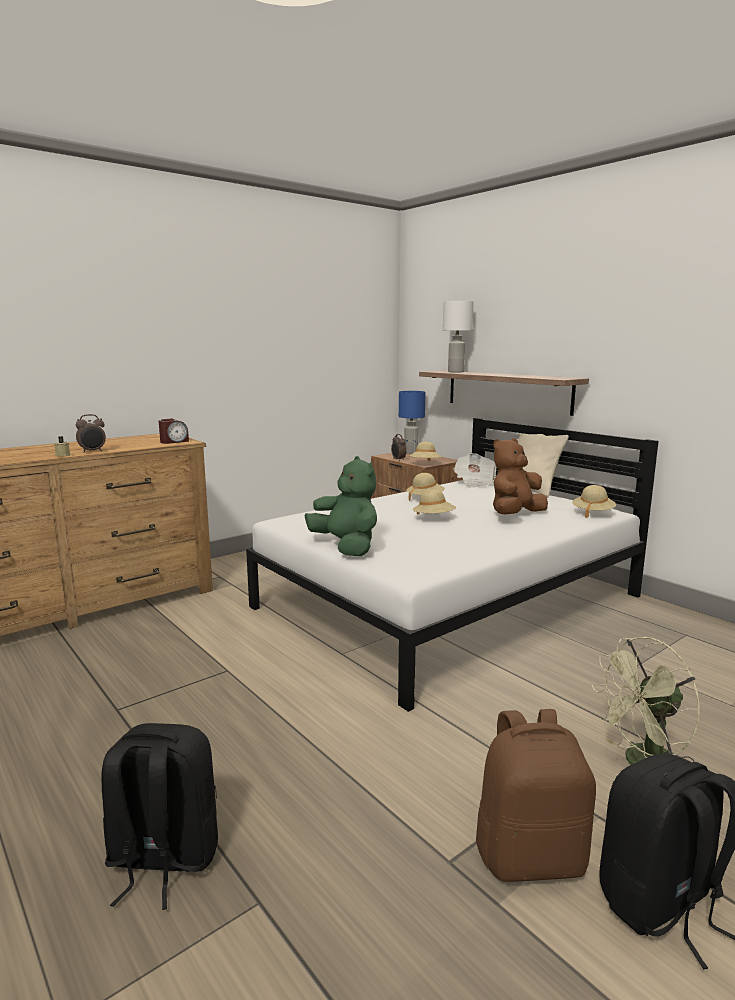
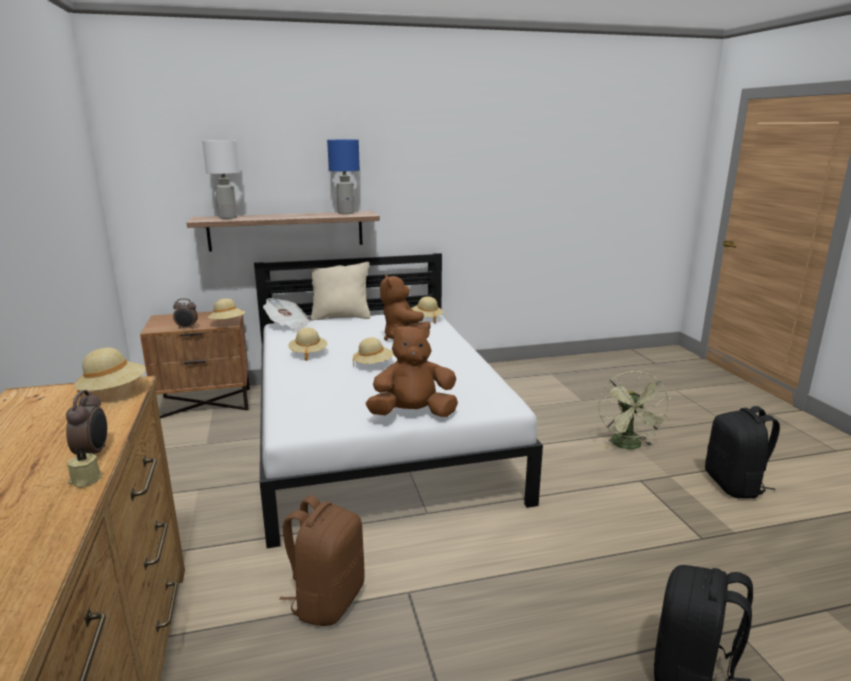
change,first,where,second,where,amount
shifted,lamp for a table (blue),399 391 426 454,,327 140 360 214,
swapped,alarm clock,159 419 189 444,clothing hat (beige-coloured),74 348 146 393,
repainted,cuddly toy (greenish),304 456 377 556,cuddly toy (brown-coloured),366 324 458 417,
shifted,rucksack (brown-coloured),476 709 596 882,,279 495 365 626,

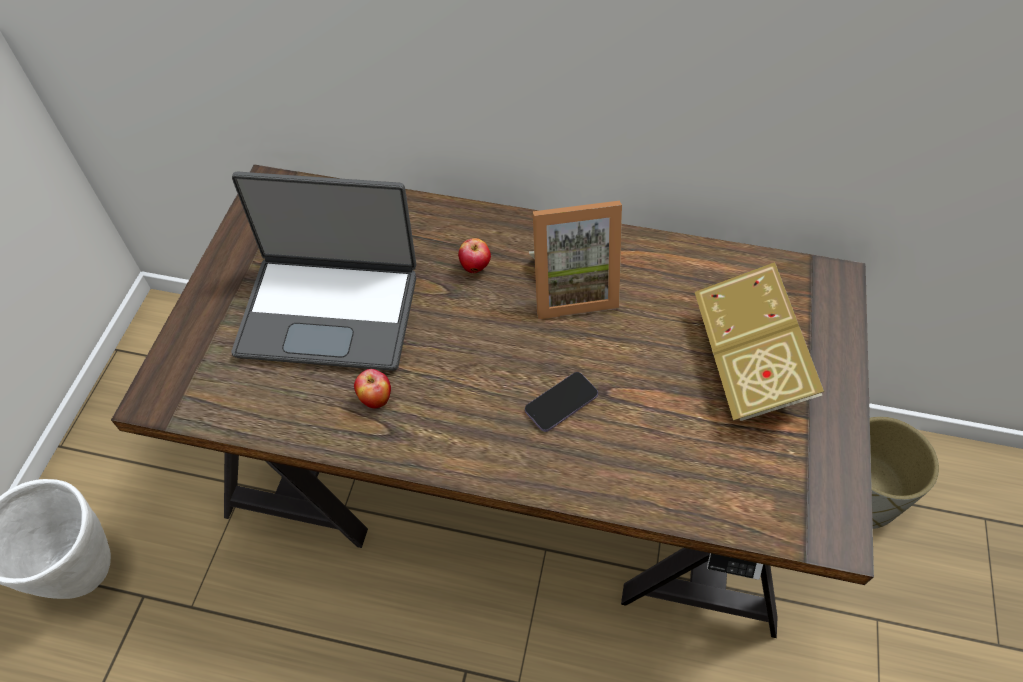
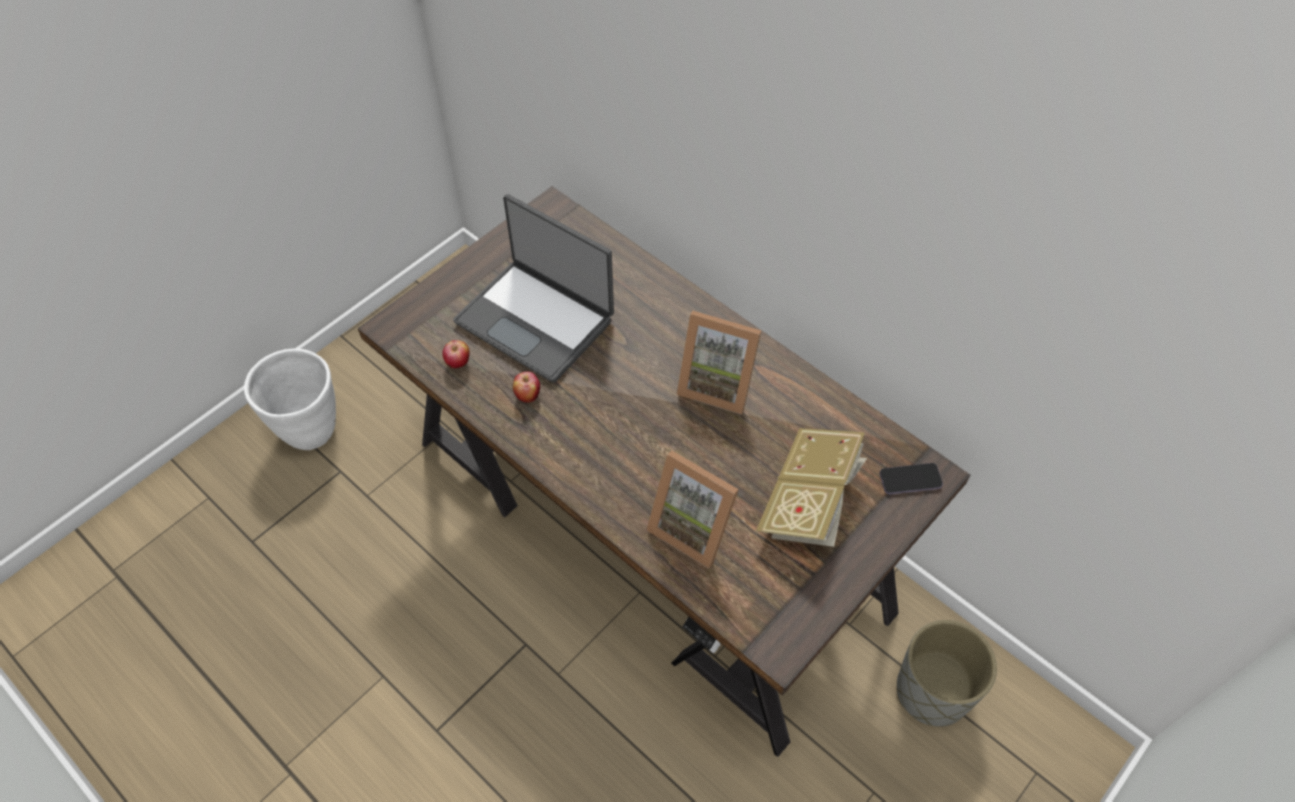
change,first,where,second,where,amount
shifted,apple,458 238 491 273,,442 340 470 369,
shifted,telephone,525 372 598 432,,880 463 943 494,
new,,,standing frame,647 451 739 569,

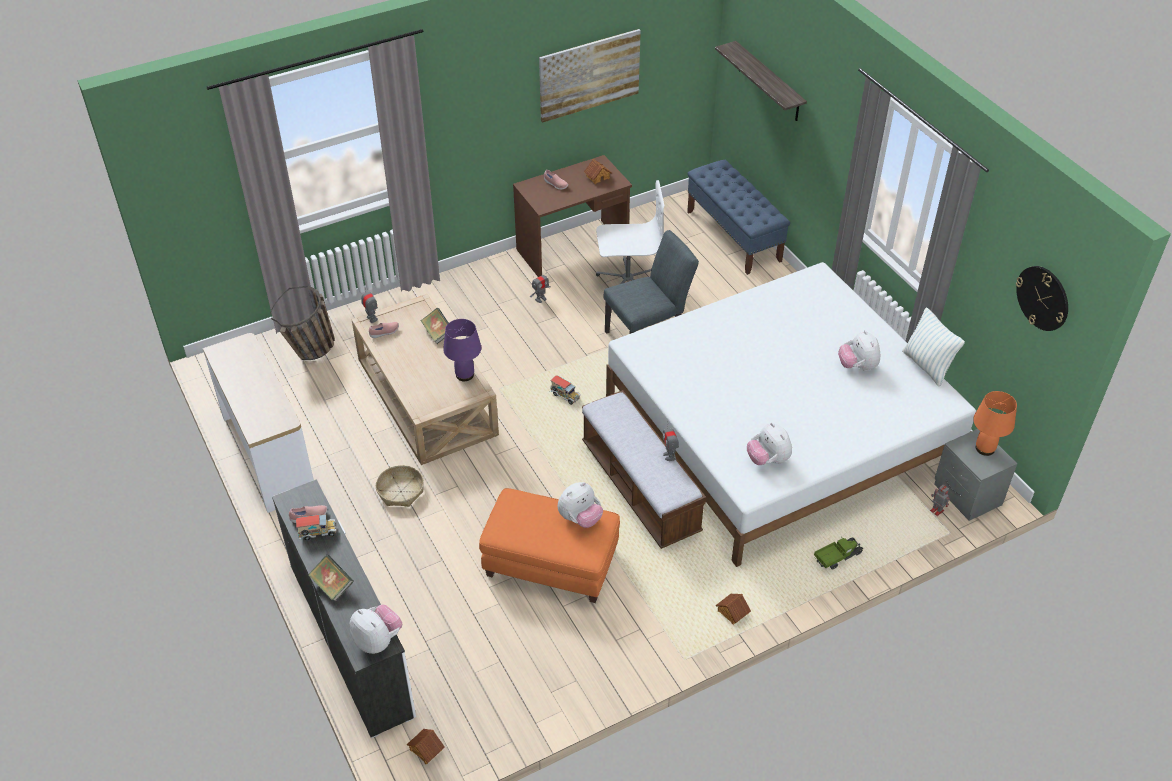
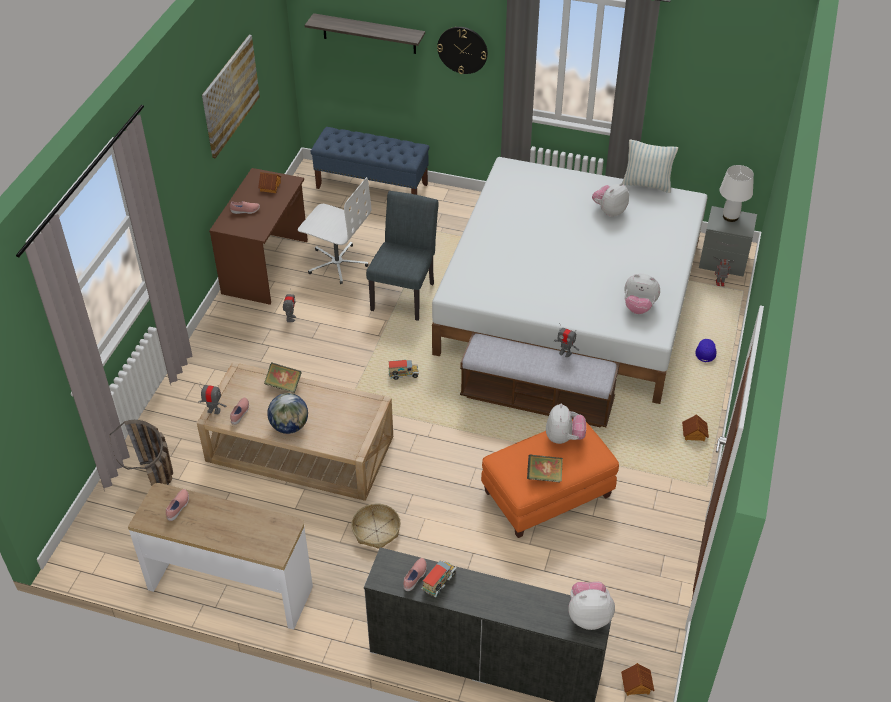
change,first,where,second,where,amount
rotated,computer chair (white-coloured),596 180 664 284,,298 177 371 284,75 degrees clockwise
shifted,wall clock,1016 266 1068 331,,437 27 488 74,
gone,lamp for a table (purplish),443 319 481 381,,,
rotated,cuddly toy,838 330 880 371,,592 183 629 217,105 degrees clockwise
repainted,lamp for a table (orange-coloured),973 391 1017 456,lamp for a table (white-coloured),720 165 754 222,
swapped,toy lorry,814 538 863 570,baseball cap (blue),695 339 716 362,
shifted,book,308 555 354 601,,527 455 563 482,
new,,,desk globe,267 393 308 434,
new,,,item of footwear (pink),166 489 189 521,

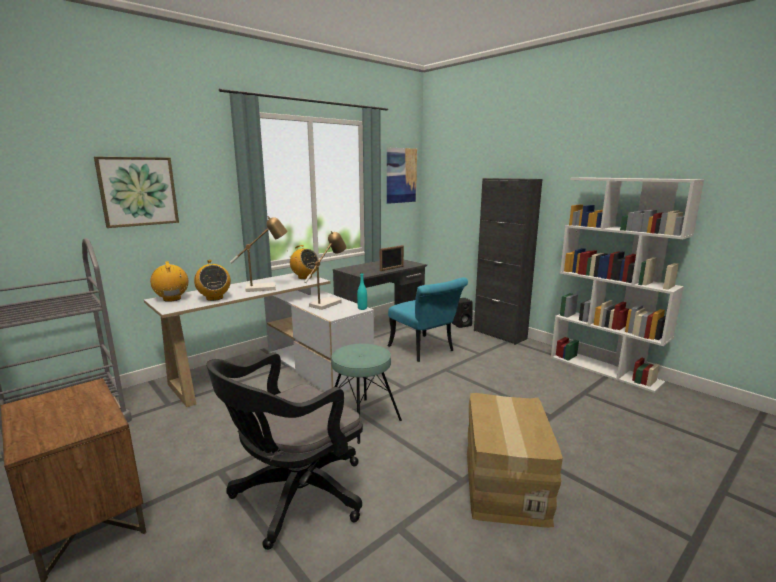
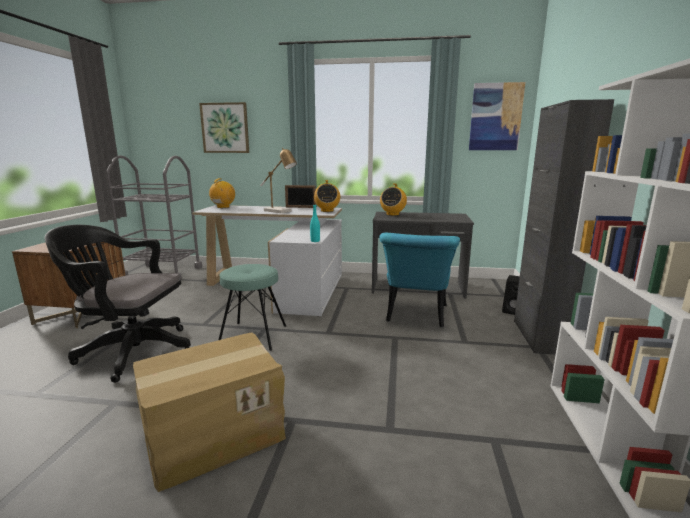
change,first,where,second,where,amount
gone,lamp for a table,304 231 346 310,,,
shifted,standing frame,380 245 404 271,,285 185 316 208,
shifted,radio set,194 260 231 301,,380 183 407 216,

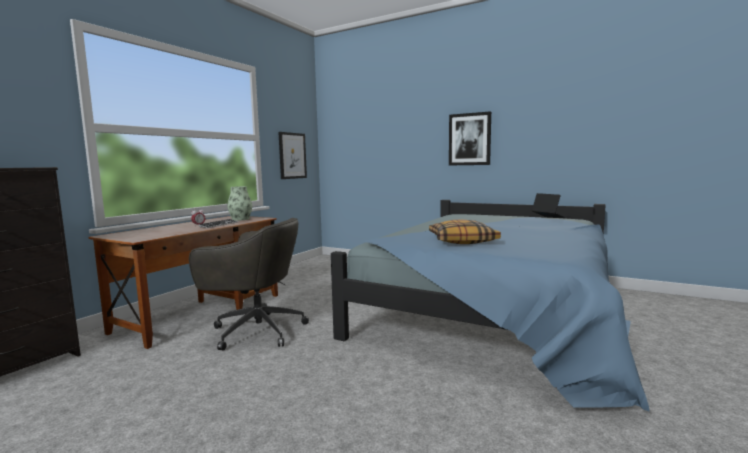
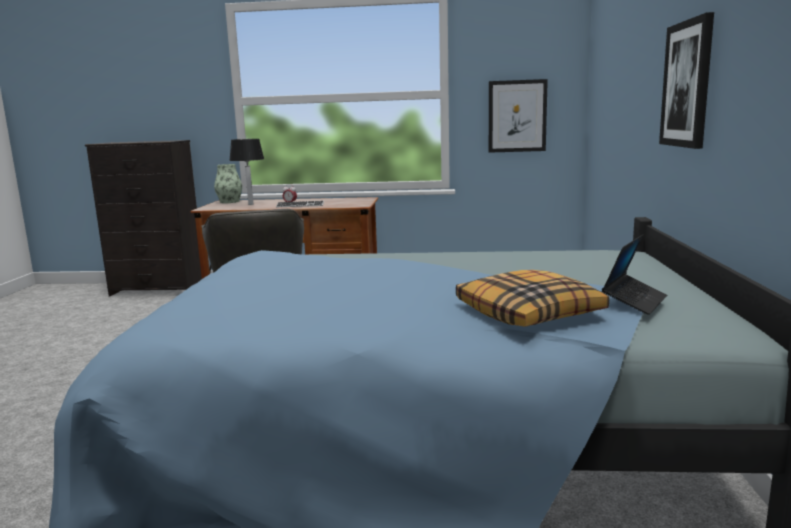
change,first,where,second,where,amount
shifted,decorative vase,227 186 252 221,,214 164 242 203,
shifted,cushion,429 220 501 244,,456 270 609 327,
new,,,lamp for a table,229 139 264 205,

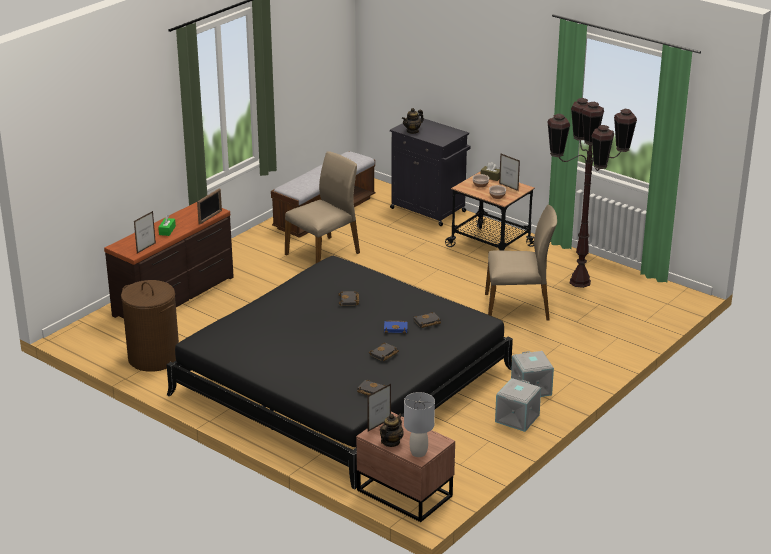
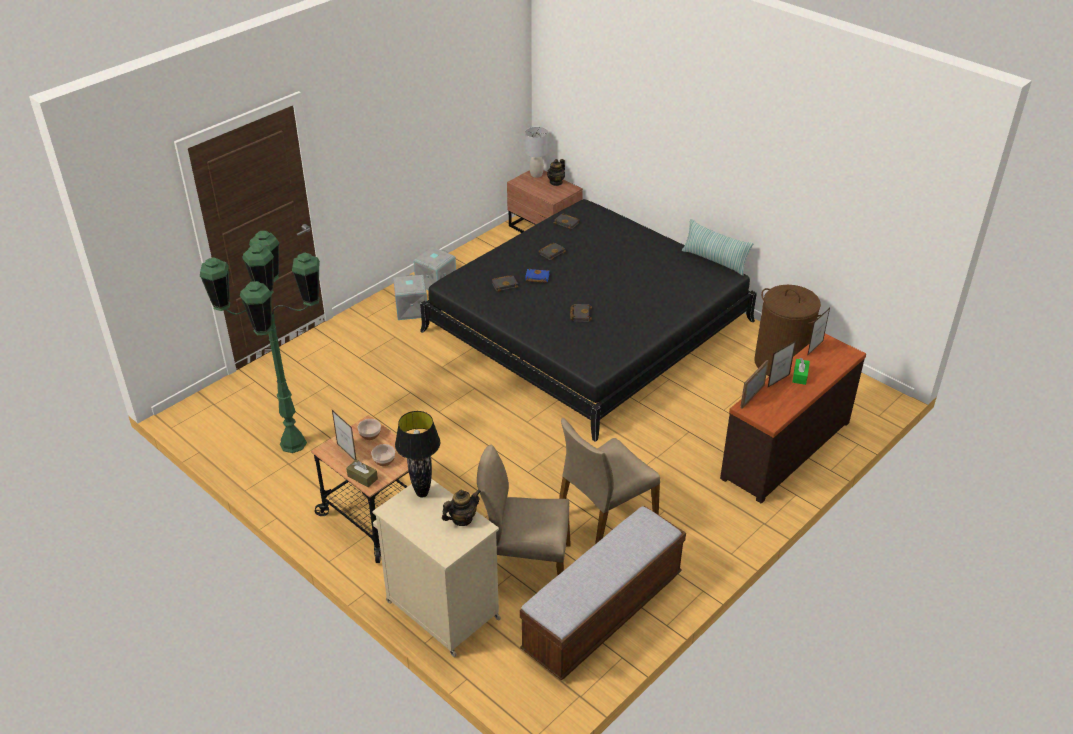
change,first,where,second,where,amount
repainted,standard lamp (brown-coloured),547 98 637 288,standard lamp (greenish),200 231 320 453,
repainted,cabinet (black),390 117 471 226,cabinet (beige-coloured),372 479 501 657,
shifted,chair (beige-coloured),485 205 557 320,,477 445 571 575,
shifted,standing frame,367 384 391 432,,768 341 796 387,
new,,,cushion,682 219 753 276,
new,,,lamp for a table (black),395 411 440 498,

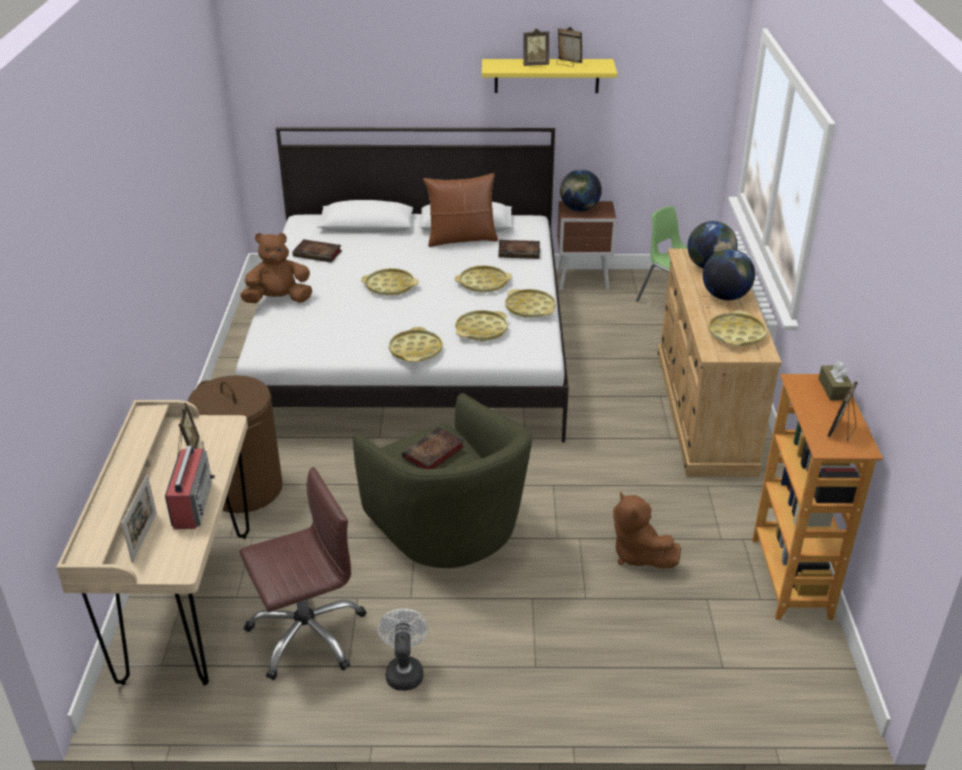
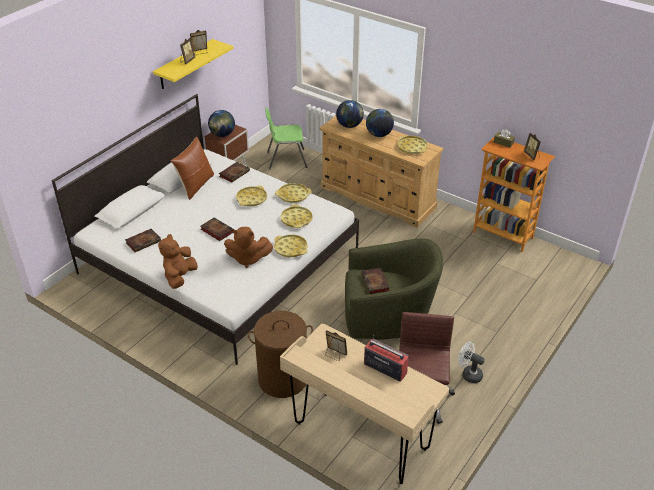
change,first,where,second,where,amount
swapped,carrying tray (yellow),361 268 419 296,book,200 217 234 241,
gone,standing frame,121 474 157 563,,,
shifted,cuddly toy (brown-coloured),613 491 681 569,,224 227 273 268,

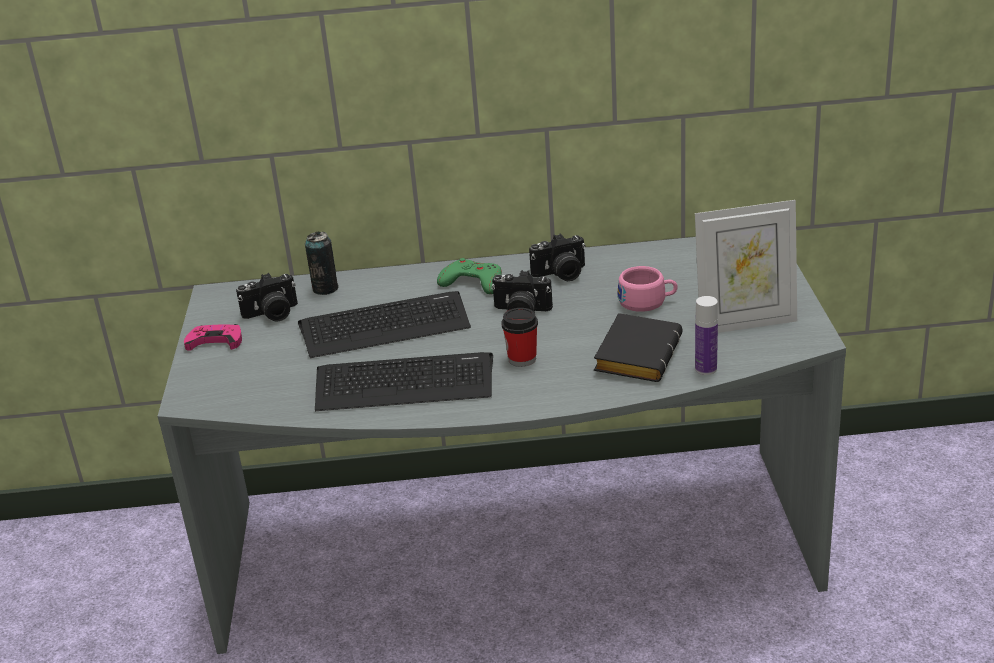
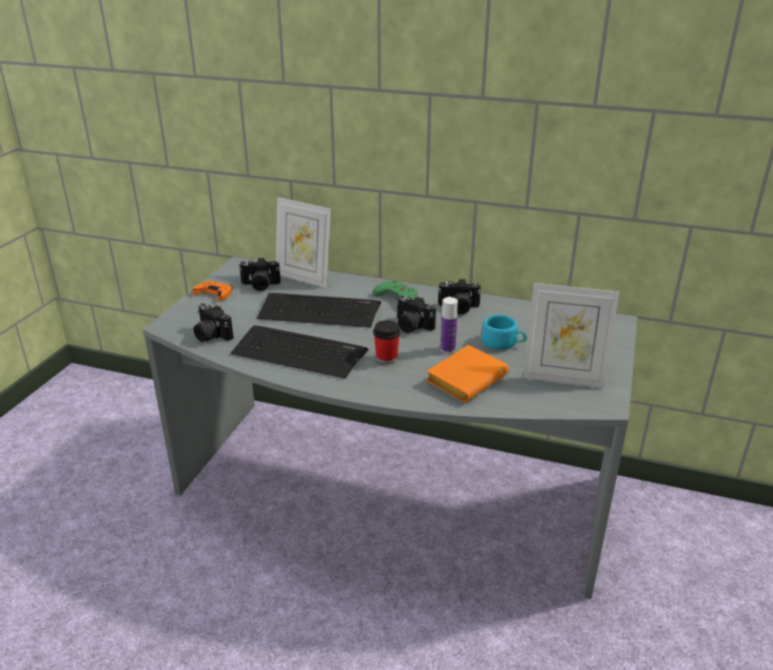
change,first,where,second,where,amount
swapped,can,305 232 339 295,standing frame,276 197 331 288,
repainted,drinking cup (pink),618 266 678 312,drinking cup (turquoise-coloured),481 315 527 350,
shifted,drink bottle,695 296 718 375,,440 297 458 353,
repainted,book (black),594 313 683 382,book (orange-coloured),426 345 509 403,
repainted,game controller (pink),184 324 242 351,game controller (orange-coloured),192 281 233 301,
new,,,photo camera,194 304 234 342,

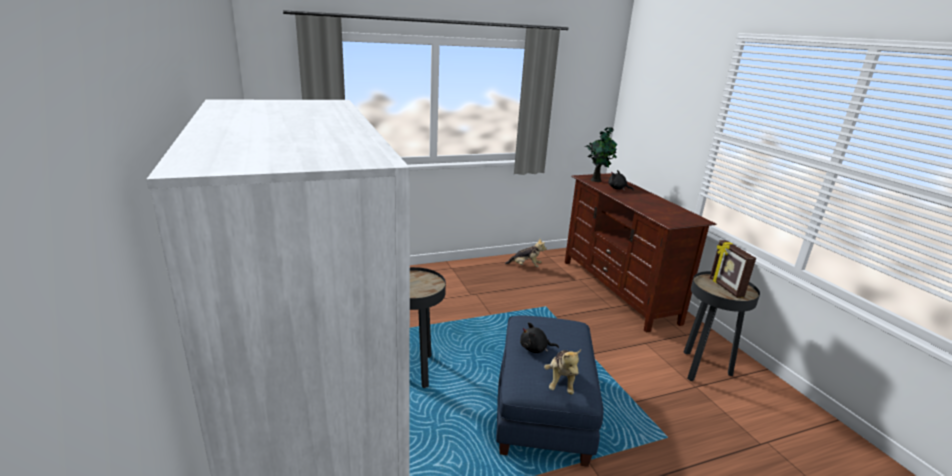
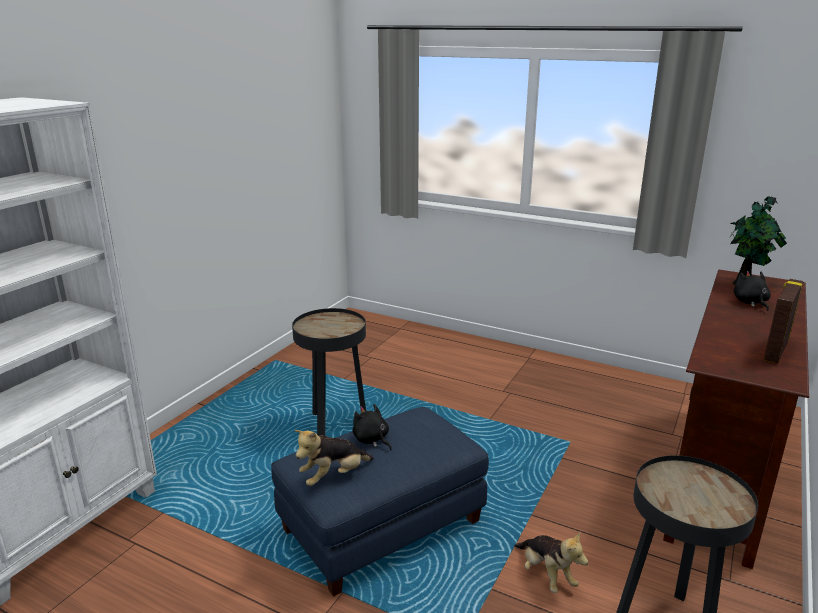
change,first,where,second,where,amount
shifted,cuddly toy,505 239 547 267,,514 532 588 593,
shifted,standing frame,710 240 756 298,,764 279 803 364,

